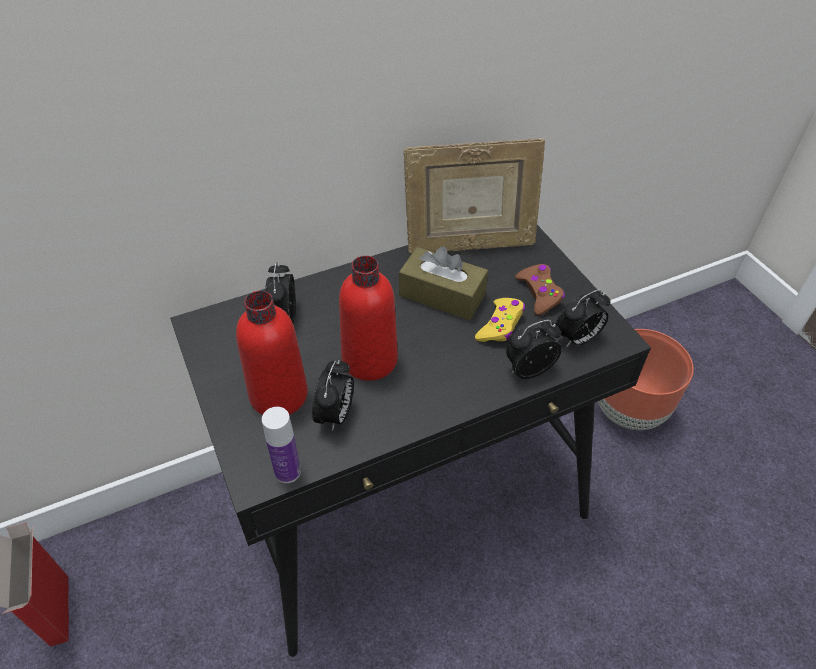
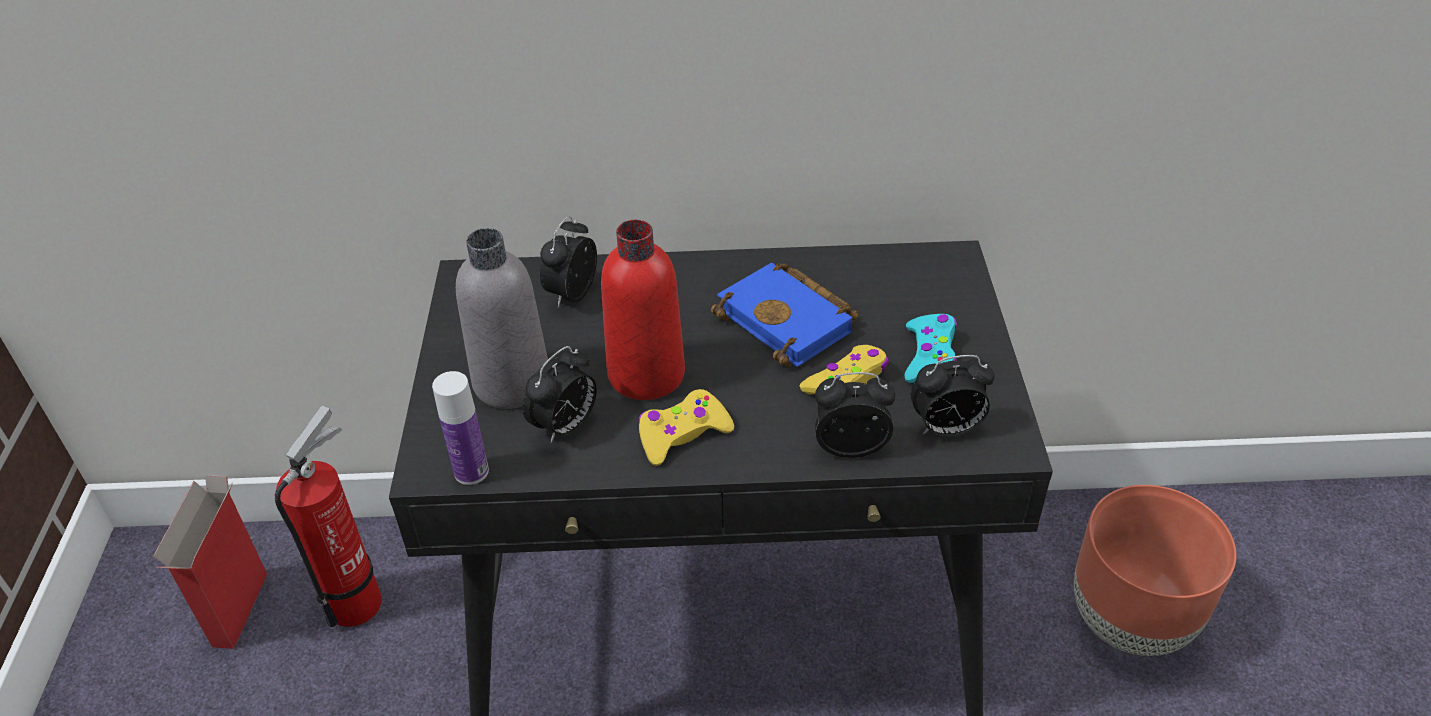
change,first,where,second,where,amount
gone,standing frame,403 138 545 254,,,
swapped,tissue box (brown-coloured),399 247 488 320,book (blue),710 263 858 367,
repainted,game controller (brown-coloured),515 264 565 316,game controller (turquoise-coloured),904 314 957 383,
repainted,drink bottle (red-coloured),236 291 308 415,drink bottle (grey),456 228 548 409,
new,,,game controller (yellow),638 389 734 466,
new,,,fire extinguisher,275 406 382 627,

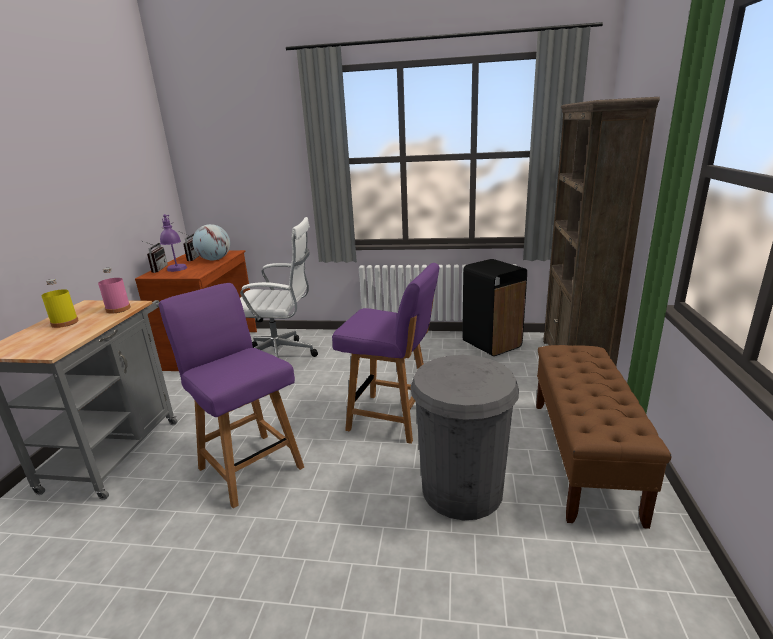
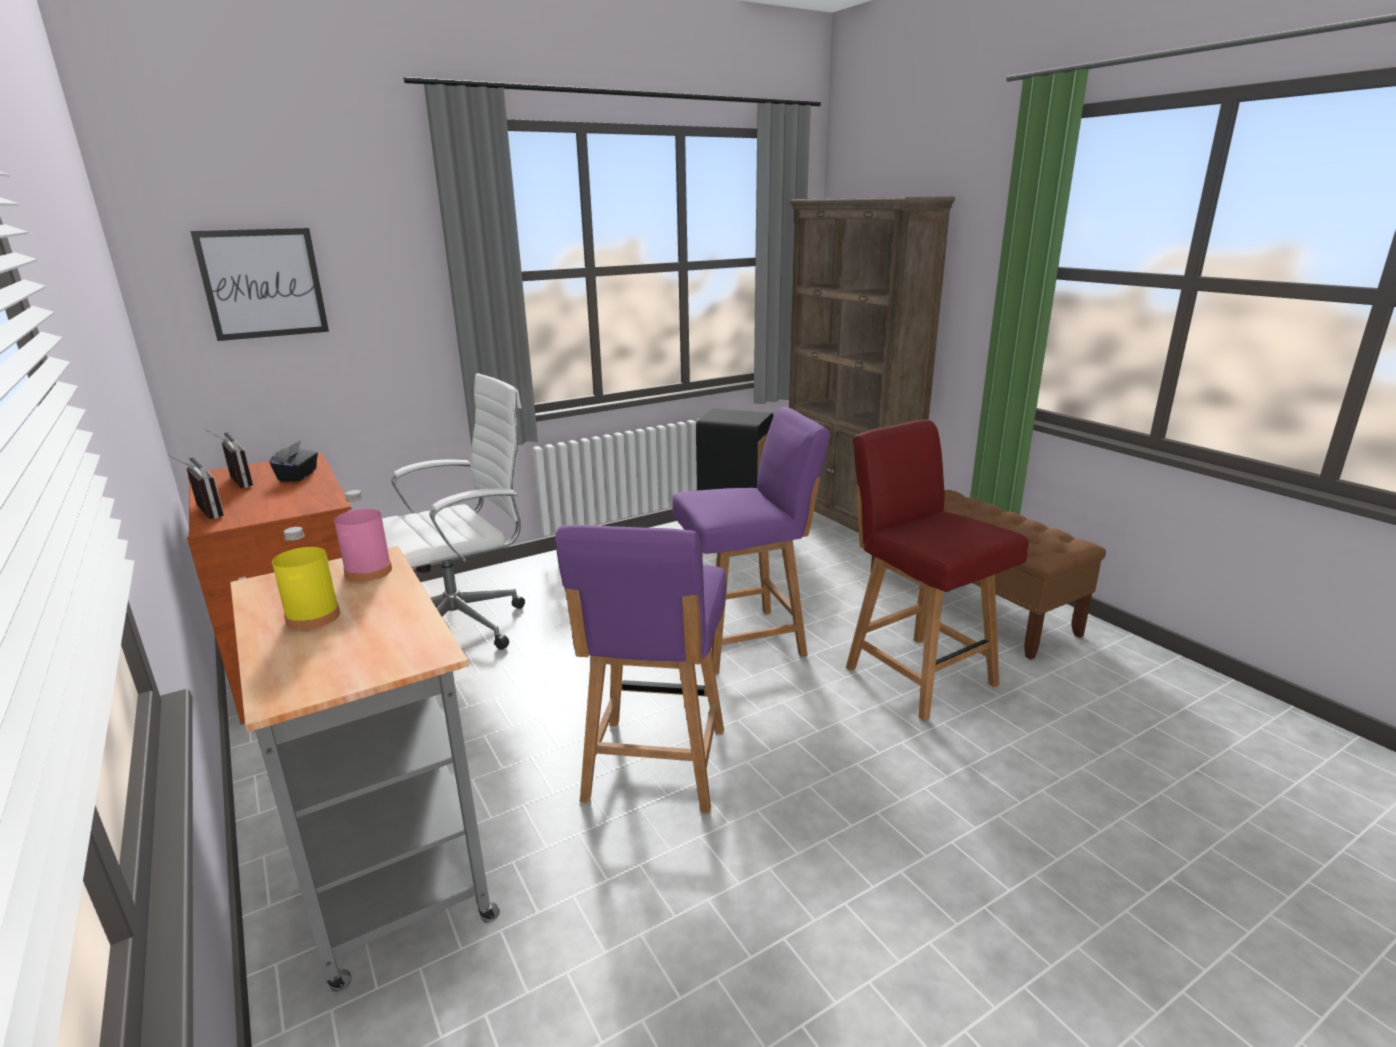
change,first,where,second,where,amount
gone,lamp for a table (purplish),160 214 187 272,,,
swapped,desk globe,193 224 230 260,tissue box (black),270 440 318 481,
rotated,chair (purplish),159 283 304 508,,555 525 727 813,90 degrees counterclockwise
swapped,waste bin (grey),410 355 519 520,chair (red-coloured),846 419 1029 721,
new,,,wall picture,190 228 329 341,

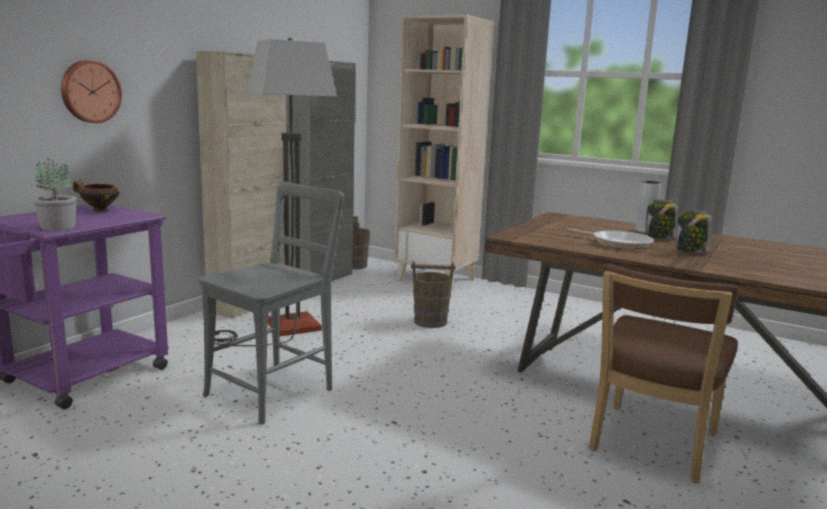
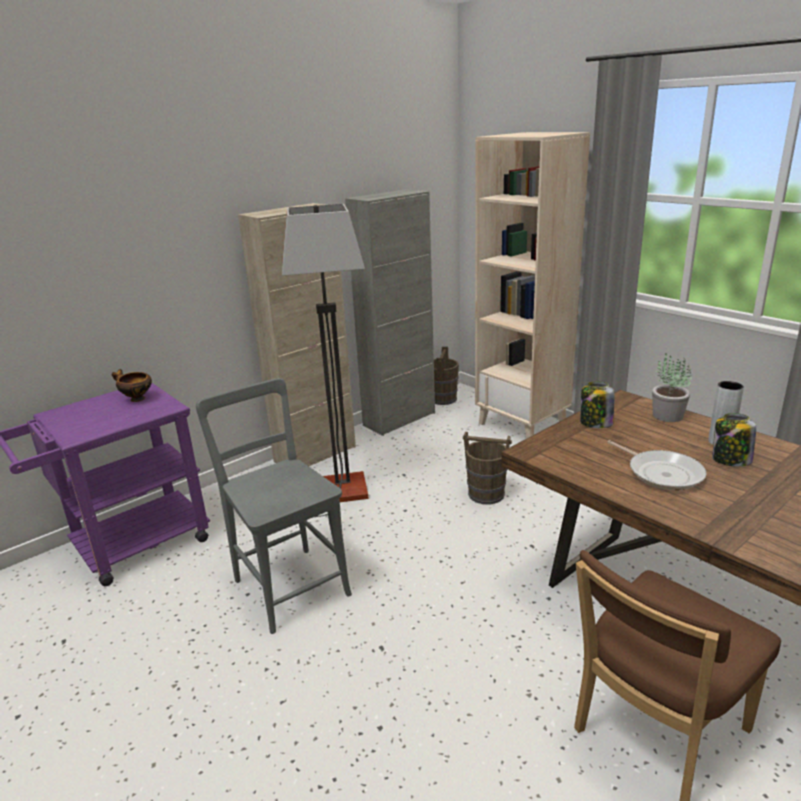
change,first,where,second,where,amount
gone,wall clock,61 60 122 123,,,
shifted,houseplant,34 158 77 230,,652 354 692 422,
rotated,chair (grey),198 181 344 425,,196 378 352 634,90 degrees counterclockwise
shifted,jar,676 210 711 253,,580 381 614 428,

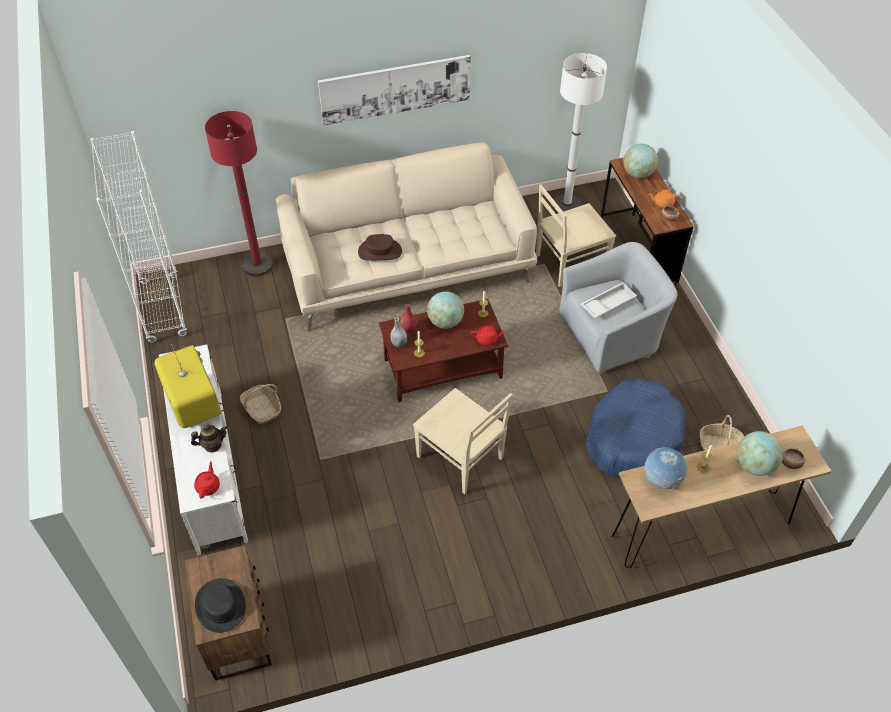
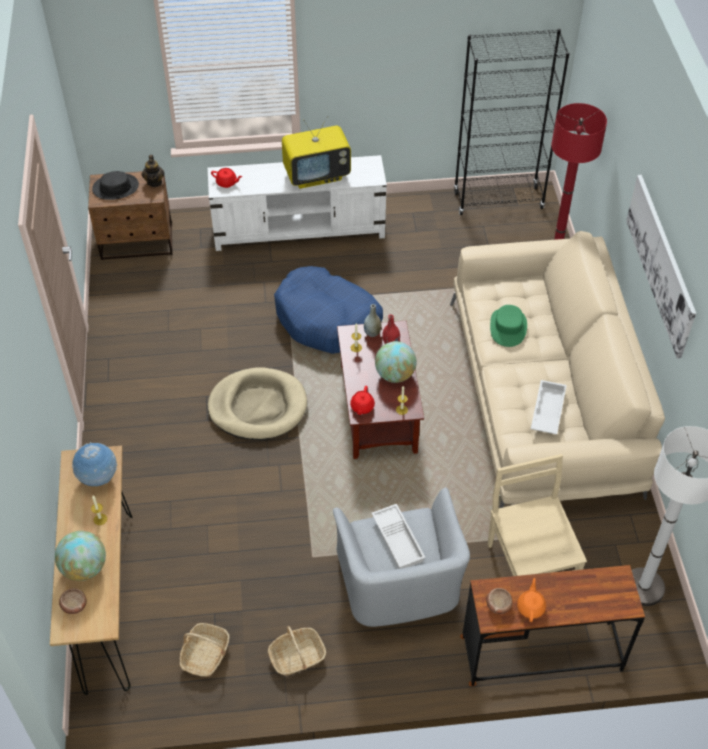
change,first,where,second,where,amount
repainted,bookshelf (white-coloured),90 131 187 343,bookshelf (black),454 29 570 215,
gone,desk globe,623 144 658 178,,,
repainted,clothing hat (brown-coloured),358 234 402 261,clothing hat (greenish),490 305 527 347,
shifted,dog cushion (blue),586 379 686 477,,274 266 383 354,
shifted,household basket,240 384 281 424,,268 626 326 676,
swapped,chair (beige-coloured),413 388 513 494,dog cushion (beige-coloured),208 368 307 440,
shifted,pot for tea,191 424 227 452,,142 155 165 187,
new,,,carrying tray (white-coloured),531 380 567 434,

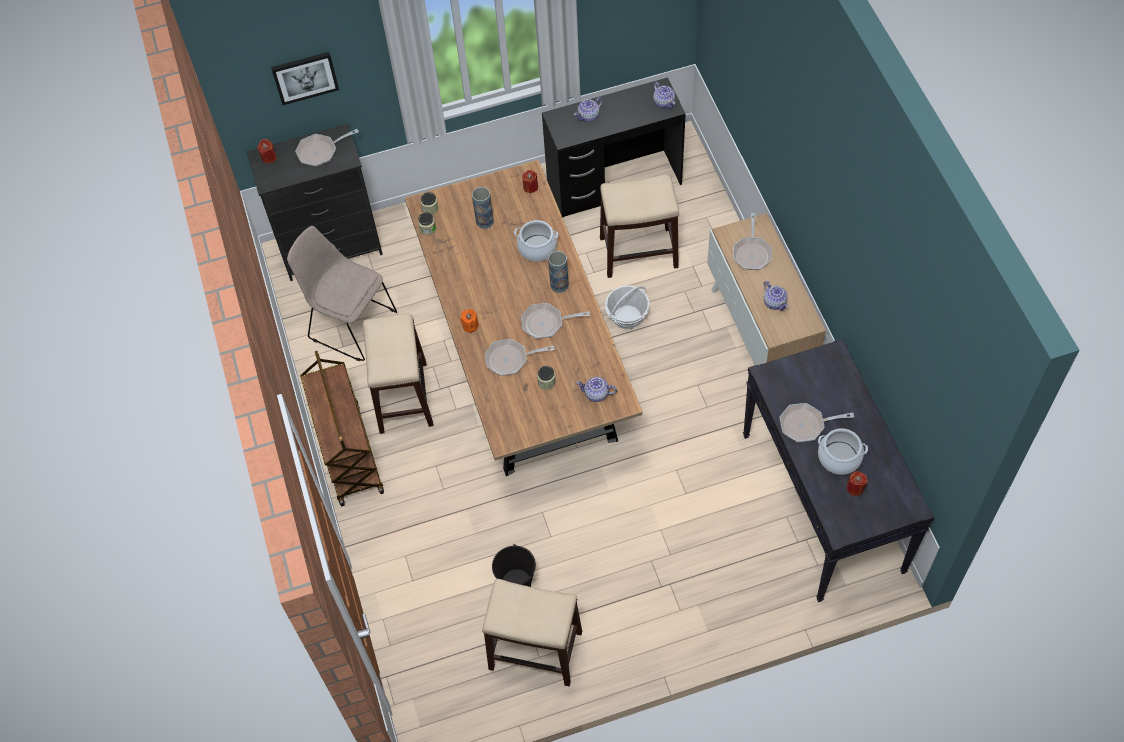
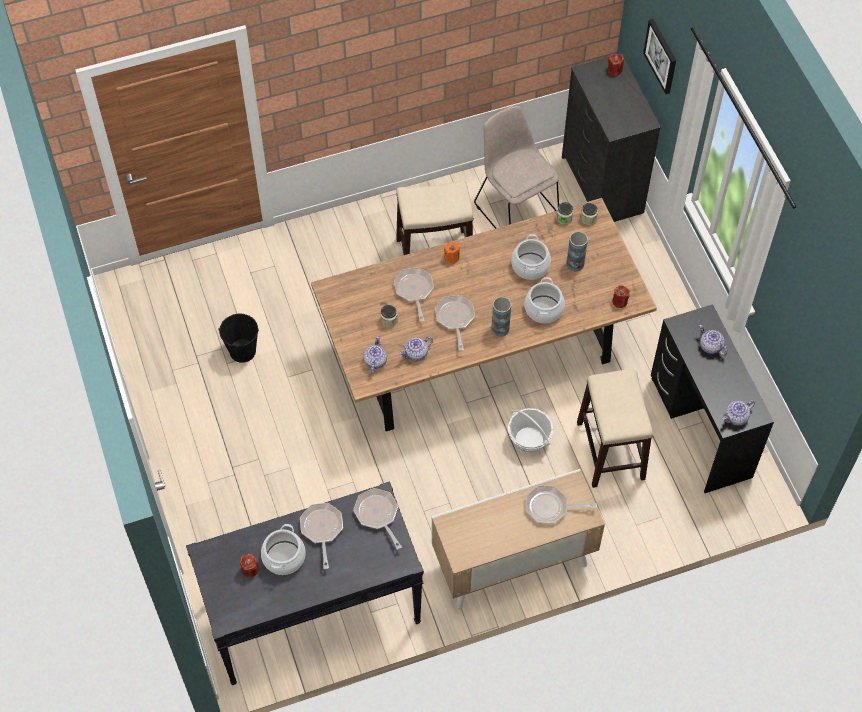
change,first,where,second,where,amount
shifted,frying pan,295 129 359 167,,353 488 402 550,
rotated,chair (beige-coloured),287 226 397 361,,474 106 559 229,60 degrees counterclockwise
shifted,pot for tea,764 281 789 311,,399 336 433 361,
gone,wheeled cart (brown-coloured),300 351 384 507,,,
gone,stool,482 579 582 686,,,
new,,,stockpot,511 234 551 280,

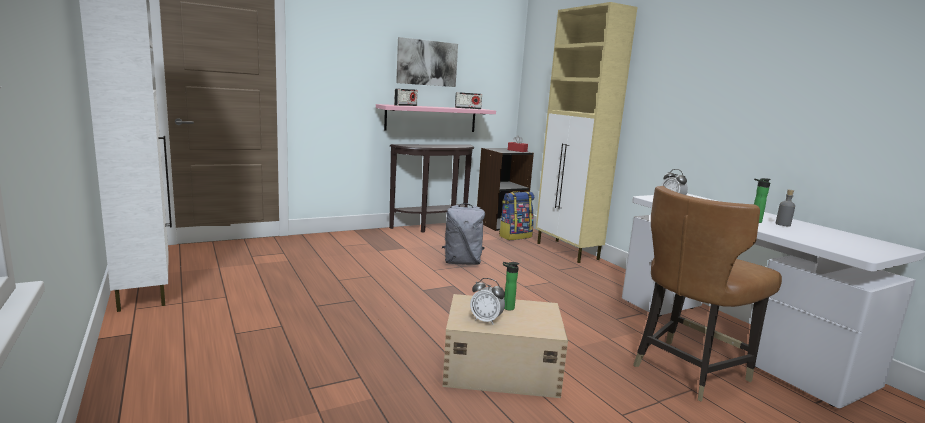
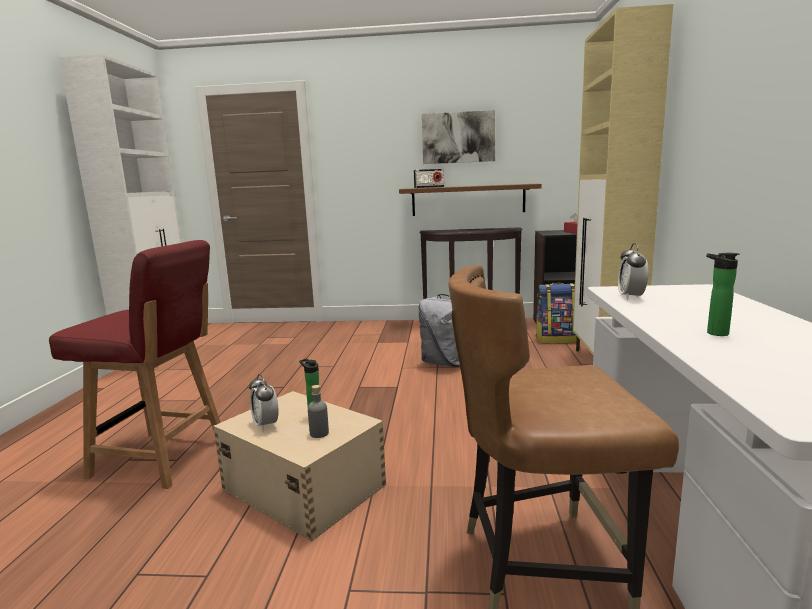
change,first,where,second,where,amount
gone,radio set,455 92 482 109,,,
repainted,bracket shelf (pink),376 104 496 132,bracket shelf (brown-coloured),399 184 542 216,
shifted,drink bottle (grey),776 190 795 226,,308 385 329 438,
new,,,chair (red-coloured),49 240 221 489,

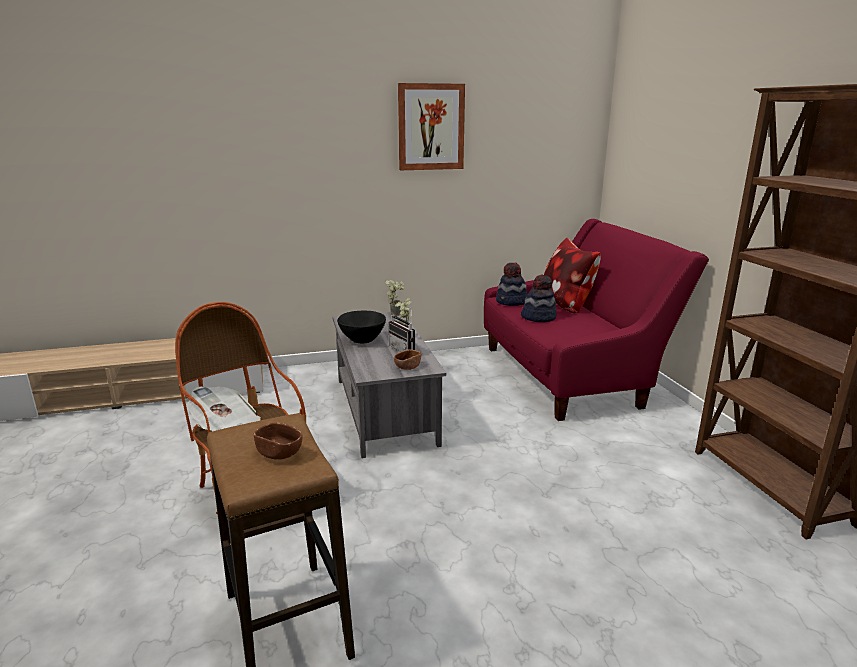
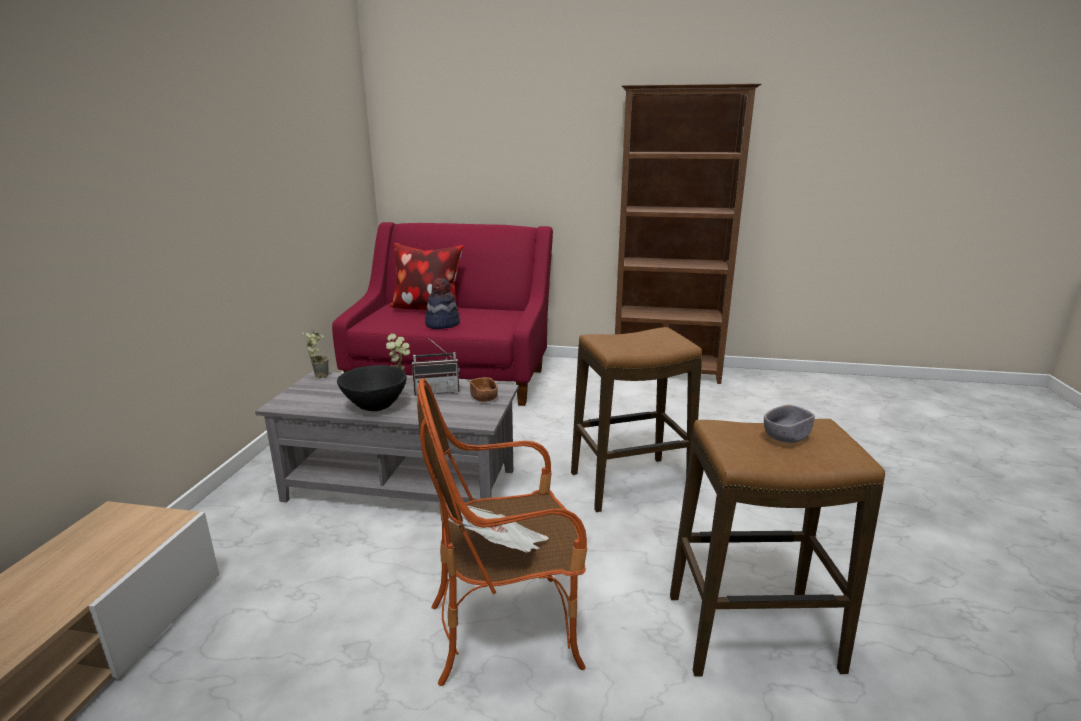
change,first,where,second,where,amount
gone,wall picture,398 83 465 170,,,
gone,clothing hat,496 263 528 306,,,
repainted,serving bowl (brown-coloured),254 423 302 460,serving bowl (grey),764 405 815 443,
new,,,stool,571 327 702 512,

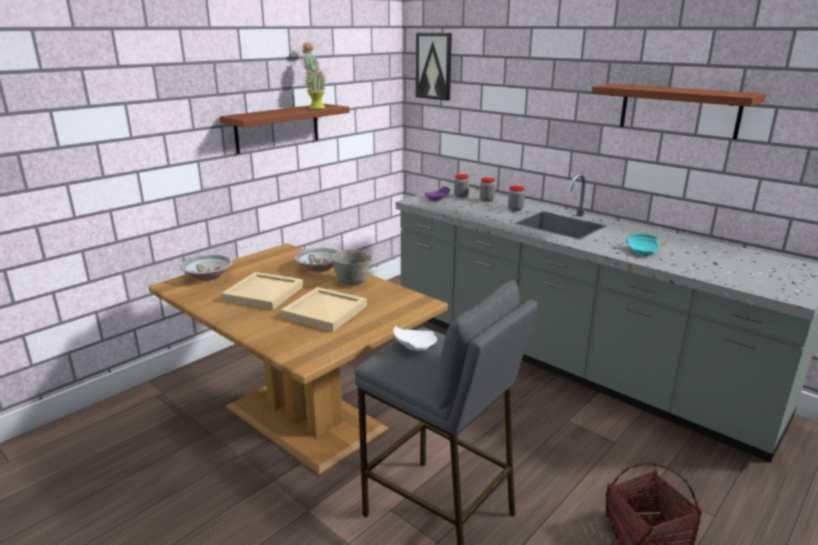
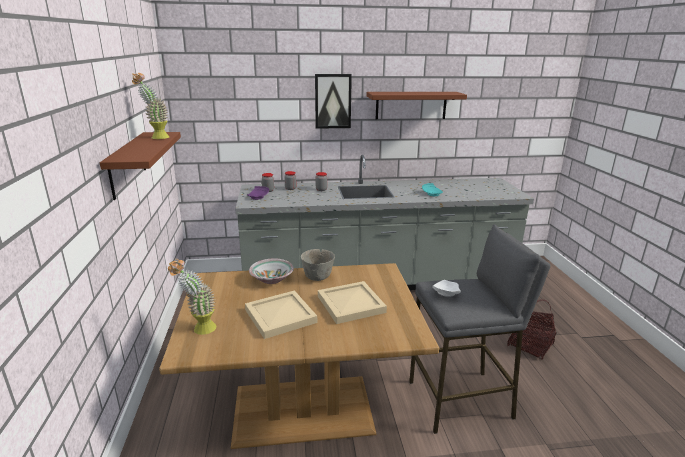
change,first,where,second,where,amount
shifted,wall picture,416 33 452 100,,315 74 352 129,
swapped,serving bowl,180 255 232 281,houseplant,168 259 216 335,

